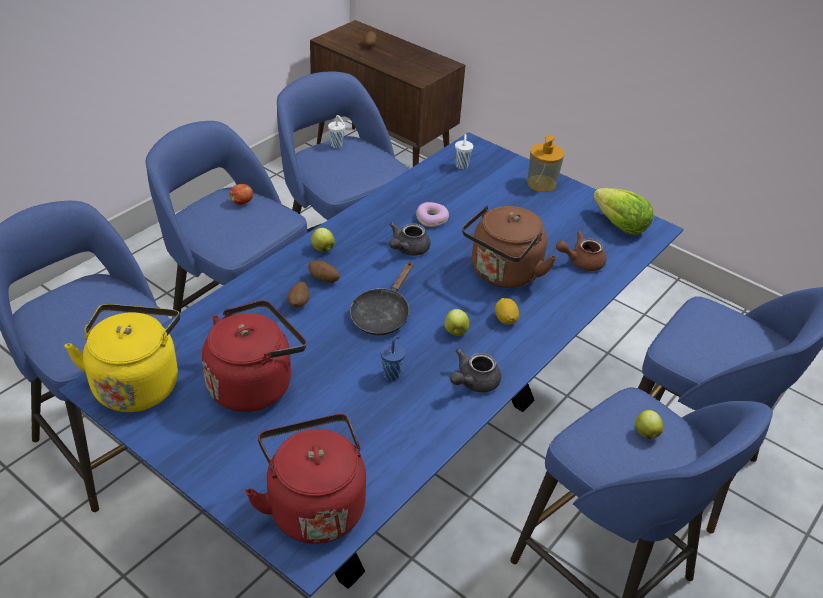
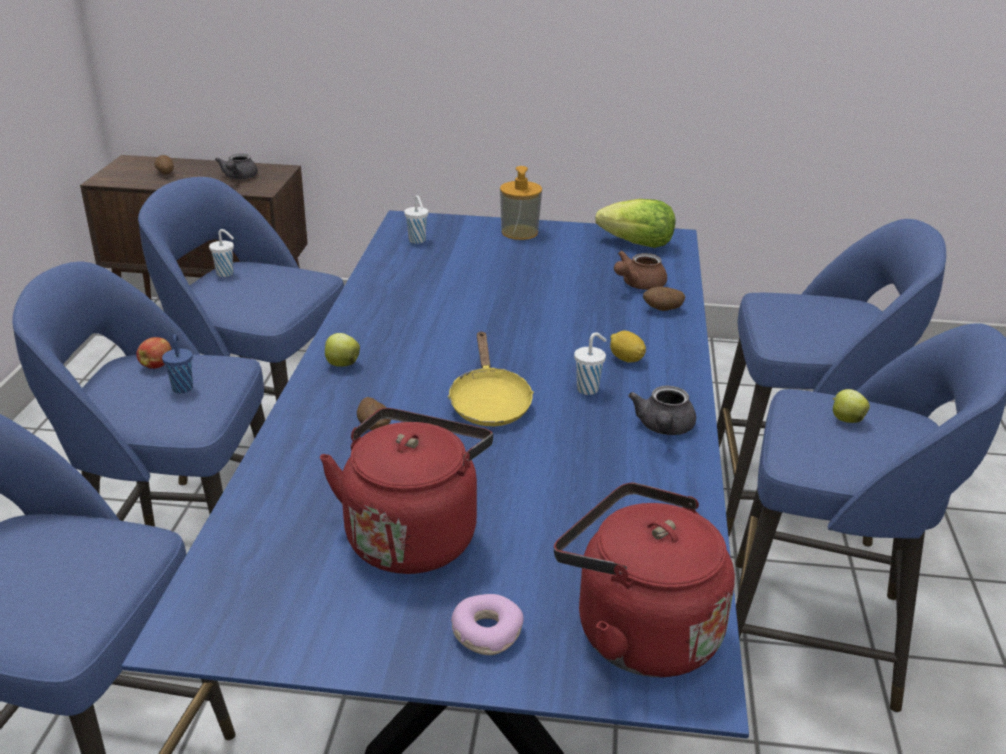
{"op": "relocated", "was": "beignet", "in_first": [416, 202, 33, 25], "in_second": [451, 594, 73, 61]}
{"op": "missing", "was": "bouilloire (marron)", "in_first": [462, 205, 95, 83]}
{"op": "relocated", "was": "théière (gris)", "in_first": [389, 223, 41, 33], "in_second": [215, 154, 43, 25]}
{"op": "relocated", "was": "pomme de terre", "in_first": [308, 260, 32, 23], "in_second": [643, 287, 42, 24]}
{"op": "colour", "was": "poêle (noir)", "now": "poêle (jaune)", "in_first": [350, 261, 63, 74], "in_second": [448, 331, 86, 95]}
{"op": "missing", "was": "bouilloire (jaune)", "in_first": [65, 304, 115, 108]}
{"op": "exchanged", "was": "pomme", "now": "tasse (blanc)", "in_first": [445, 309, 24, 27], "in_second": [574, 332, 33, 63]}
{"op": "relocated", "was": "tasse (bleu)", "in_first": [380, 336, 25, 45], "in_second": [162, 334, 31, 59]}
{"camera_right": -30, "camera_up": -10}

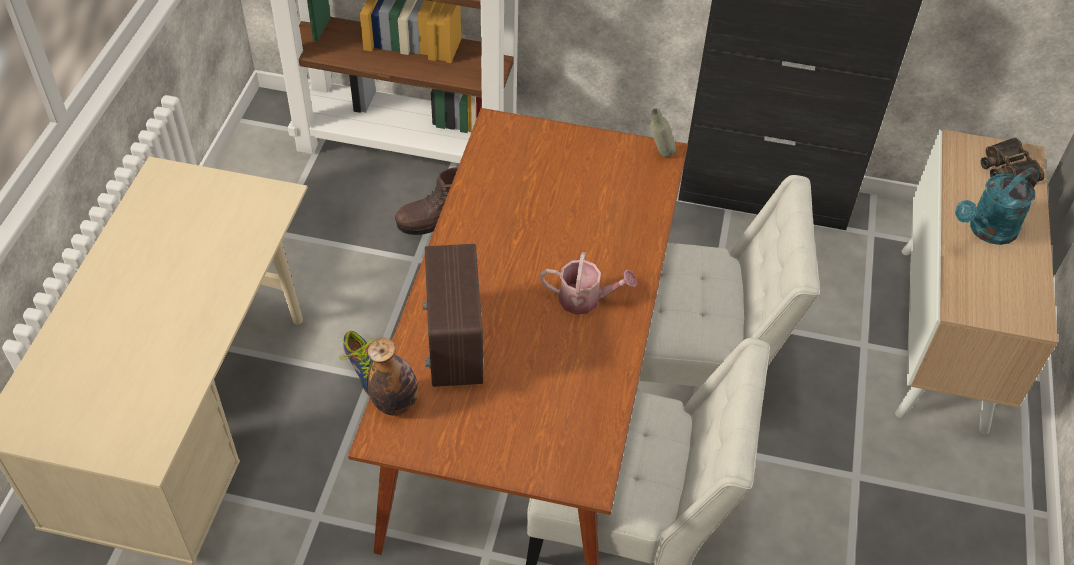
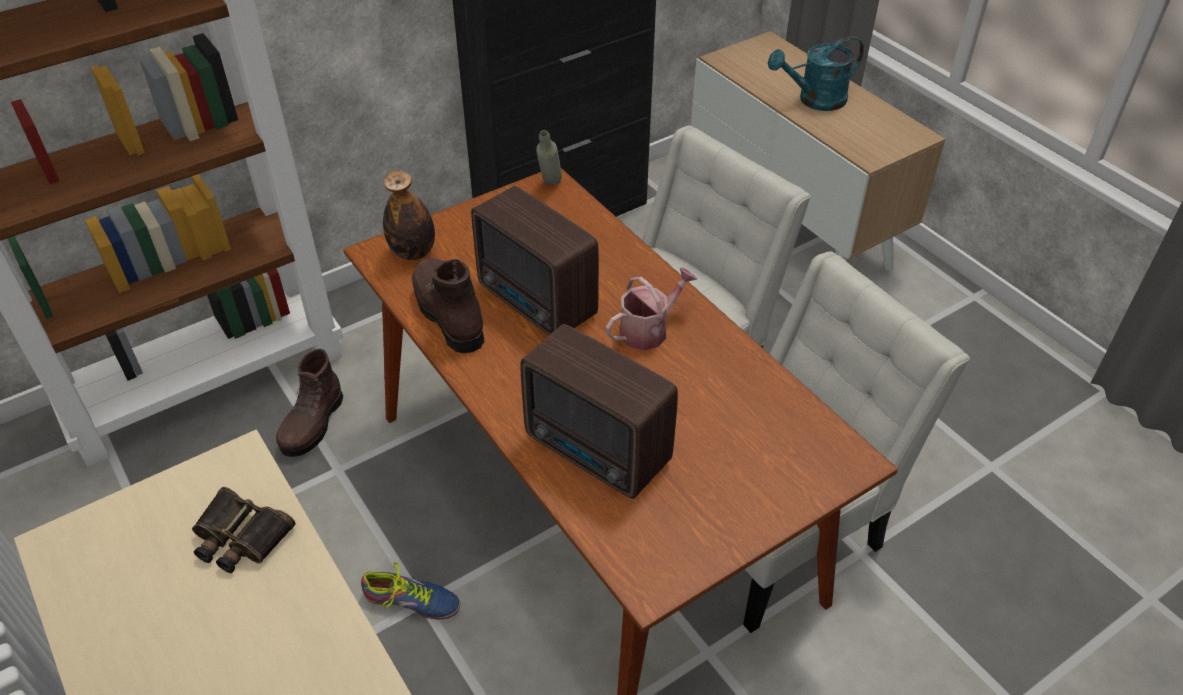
{"op": "relocated", "was": "jumelles", "in_first": [981, 138, 64, 44], "in_second": [192, 487, 104, 86]}
{"op": "spun", "was": "arrosoir (turquoise)", "in_first": [955, 167, 85, 78], "in_second": [768, 36, 96, 75], "clockwise": 60}
{"op": "relocated", "was": "bouteille", "in_first": [367, 338, 51, 78], "in_second": [383, 170, 52, 90]}
{"op": "appeared", "now": "radio", "in_second": [471, 186, 128, 149]}
{"op": "appeared", "now": "botte (marron)", "in_second": [412, 258, 73, 95]}
{"camera_right": -45, "camera_up": -5}

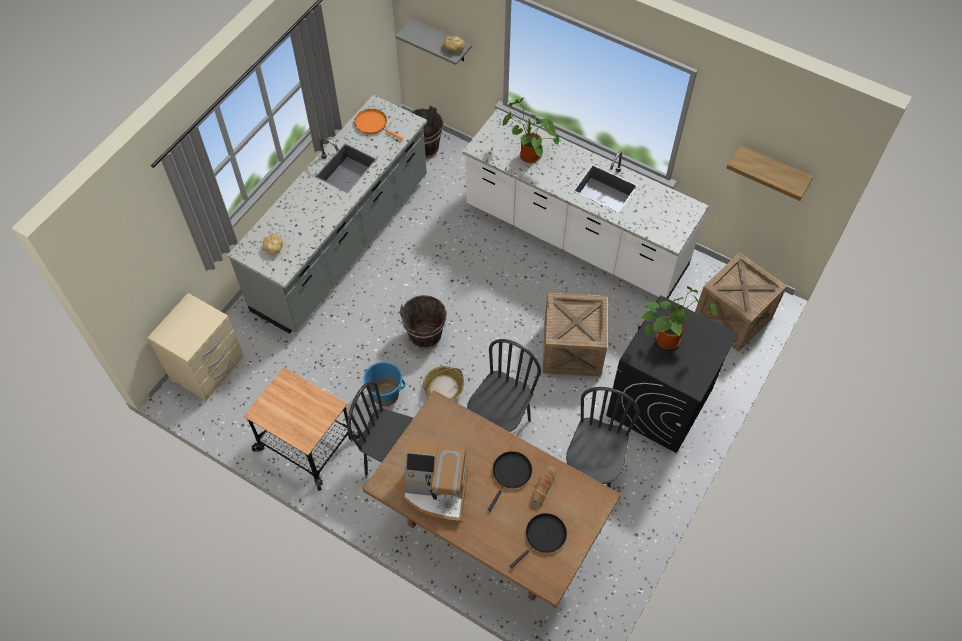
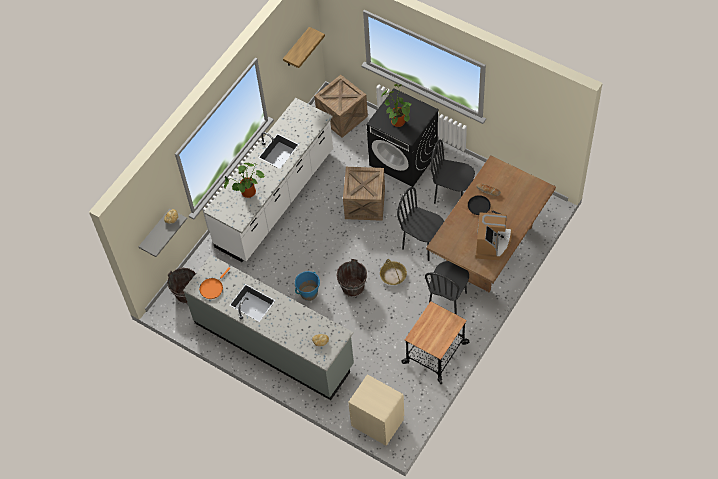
{"op": "relocated", "was": "seau (bleu)", "in_first": [363, 361, 43, 45], "in_second": [295, 271, 25, 30]}
{"op": "missing", "was": "poêle (noir)", "in_first": [509, 513, 58, 56]}
{"camera_right": -85, "camera_up": 0}

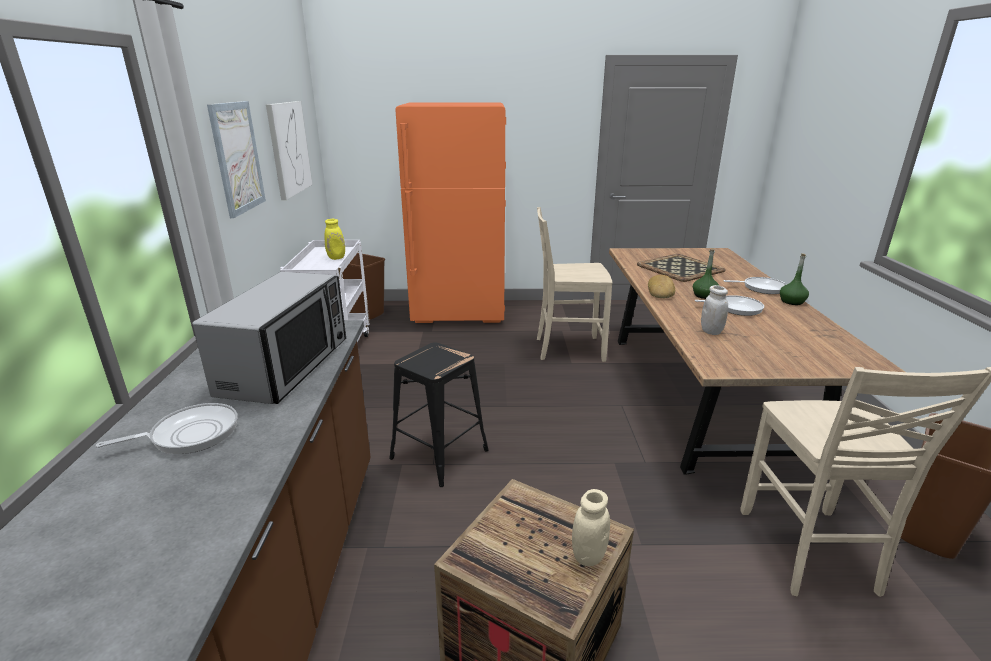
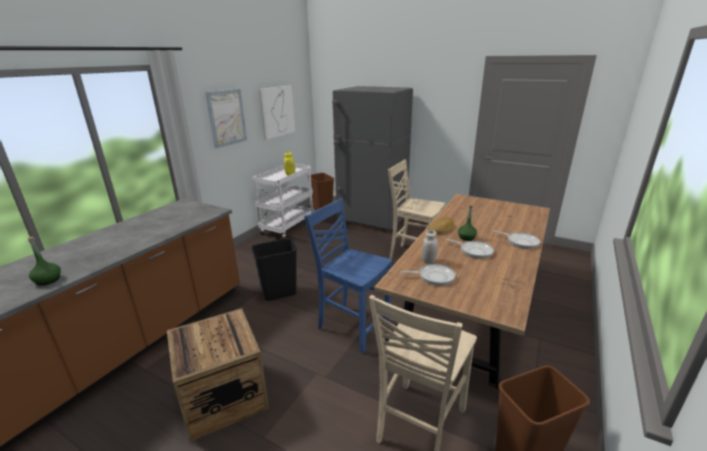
{"op": "colour", "was": "réfrigérateur (orange)", "now": "réfrigérateur (gris)", "in_first": [395, 102, 111, 221], "in_second": [332, 86, 81, 144]}
{"op": "relocated", "was": "bouteille (vert)", "in_first": [780, 253, 29, 52], "in_second": [28, 237, 33, 49]}
{"op": "missing", "was": "plateau", "in_first": [637, 254, 89, 28]}
{"op": "missing", "was": "micro-ondes", "in_first": [192, 272, 154, 132]}
{"op": "exchanged", "was": "tabouret (noir)", "now": "poubelle (noir)", "in_first": [389, 342, 100, 145], "in_second": [252, 238, 45, 63]}
{"op": "relocated", "was": "poêle", "in_first": [96, 403, 142, 51], "in_second": [400, 264, 56, 22]}
{"op": "missing", "was": "bocal (beige)", "in_first": [572, 489, 38, 77]}
{"op": "appeared", "now": "chaise (bleu)", "in_second": [304, 198, 88, 155]}
{"camera_right": 30, "camera_up": 0}

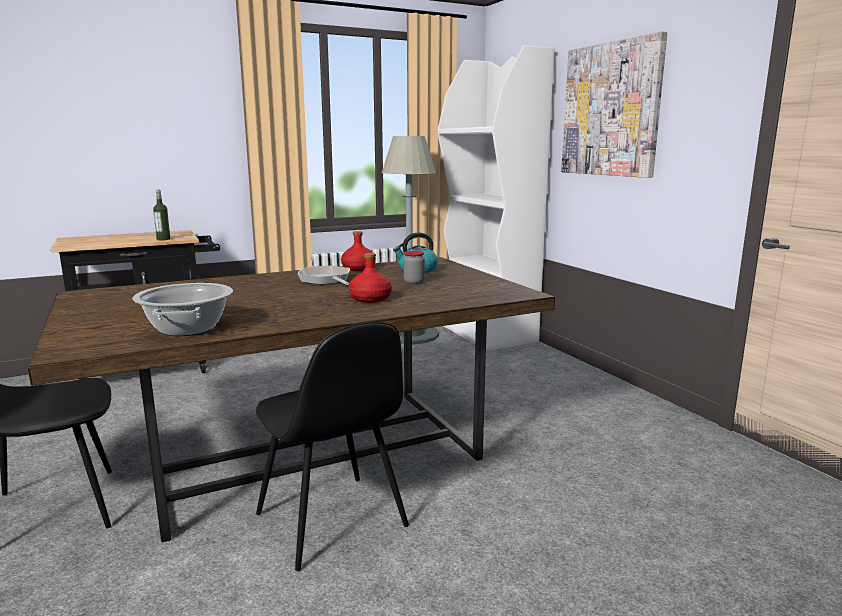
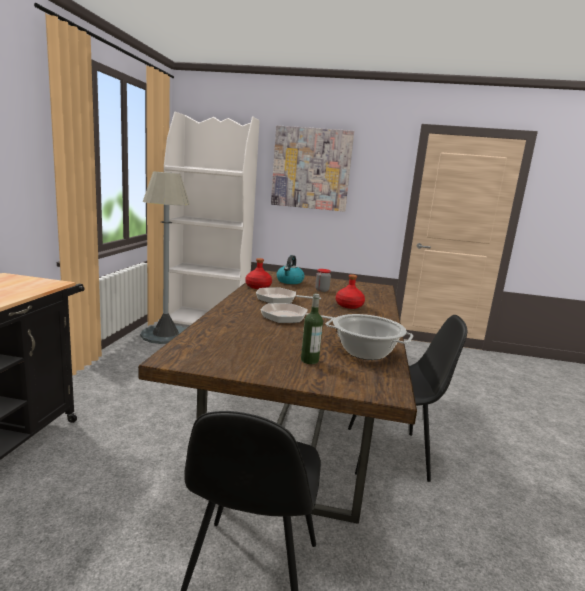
{"op": "relocated", "was": "bouteille", "in_first": [153, 190, 17, 50], "in_second": [301, 294, 22, 70]}
{"op": "appeared", "now": "poêle", "in_second": [261, 303, 74, 20]}
{"camera_right": -55, "camera_up": 0}

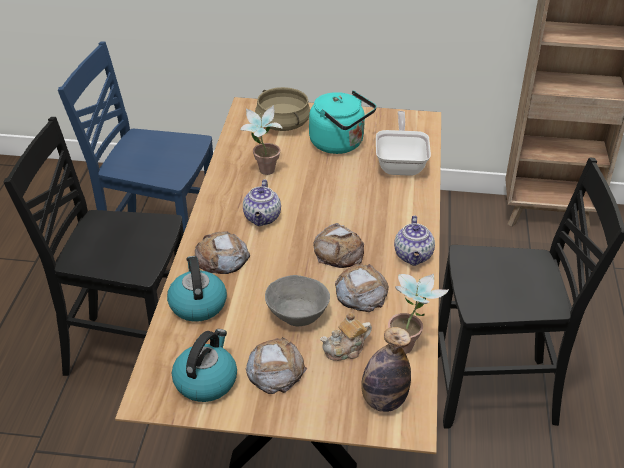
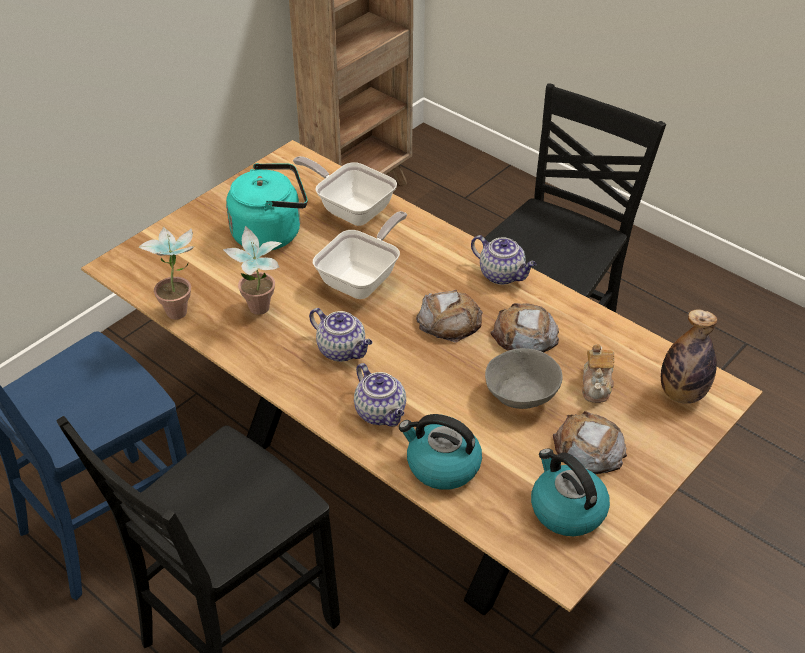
{"op": "missing", "was": "marmite (beige)", "in_first": [255, 87, 55, 44]}
{"op": "exchanged", "was": "pain", "now": "théière", "in_first": [195, 231, 55, 43], "in_second": [354, 363, 52, 64]}
{"op": "relocated", "was": "plante en pot", "in_first": [388, 274, 61, 80], "in_second": [138, 227, 57, 93]}
{"op": "appeared", "now": "poêle", "in_second": [313, 211, 94, 88]}
{"camera_right": -55, "camera_up": 5}

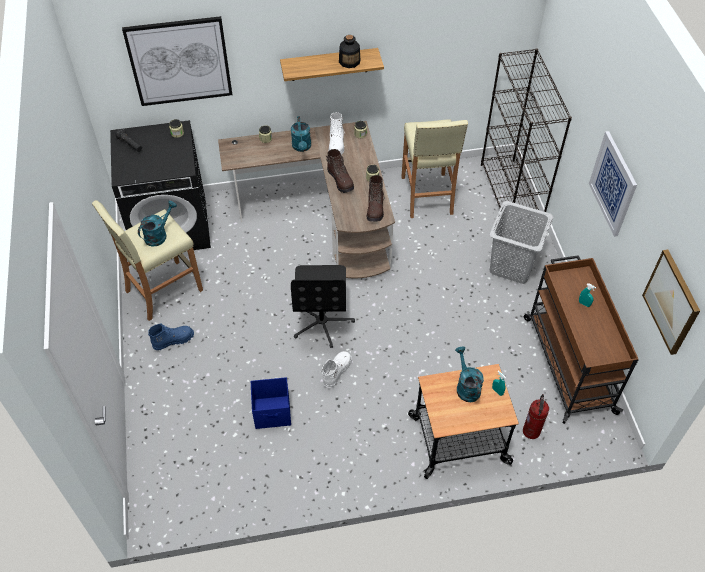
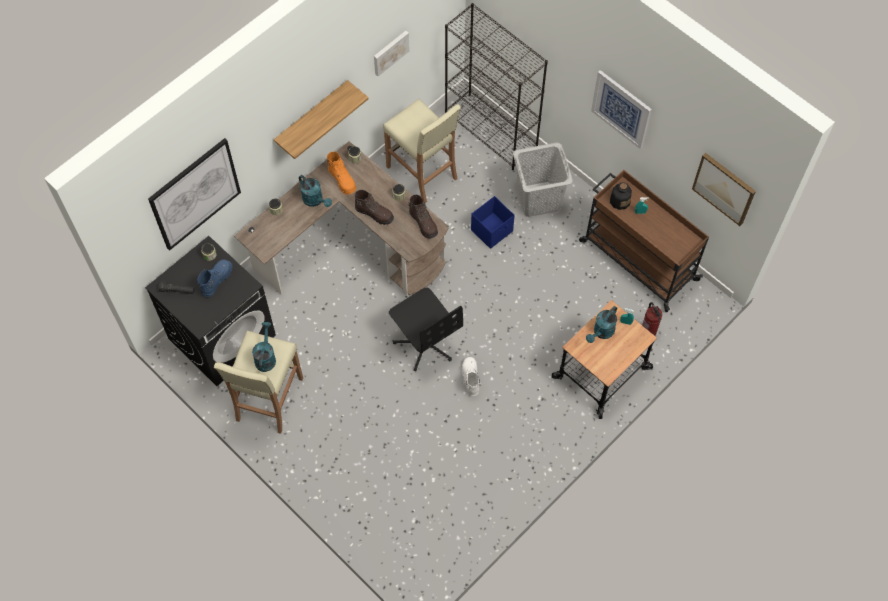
{"op": "relocated", "was": "bouteille", "in_first": [339, 35, 22, 33], "in_second": [610, 182, 22, 28]}
{"op": "colour", "was": "botte (blanc)", "now": "botte (orange)", "in_first": [328, 112, 17, 43], "in_second": [326, 151, 30, 44]}
{"op": "relocated", "was": "botte (bleu)", "in_first": [148, 324, 46, 26], "in_second": [196, 260, 37, 37]}
{"op": "spun", "was": "arrosoir (turquoise)", "in_first": [455, 346, 29, 56], "in_second": [586, 306, 31, 37], "clockwise": -90}
{"op": "relocated", "was": "boîte de rangement (bleu)", "in_first": [251, 377, 40, 52], "in_second": [471, 196, 44, 53]}
{"op": "appeared", "now": "tableau", "in_second": [374, 31, 36, 45]}
{"camera_right": -35, "camera_up": 10}

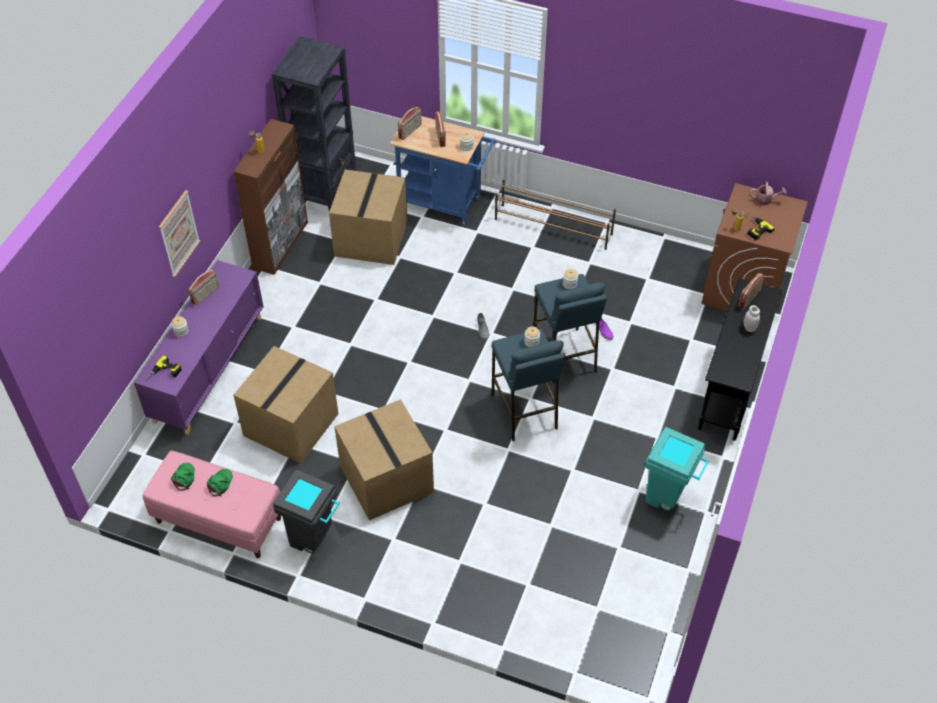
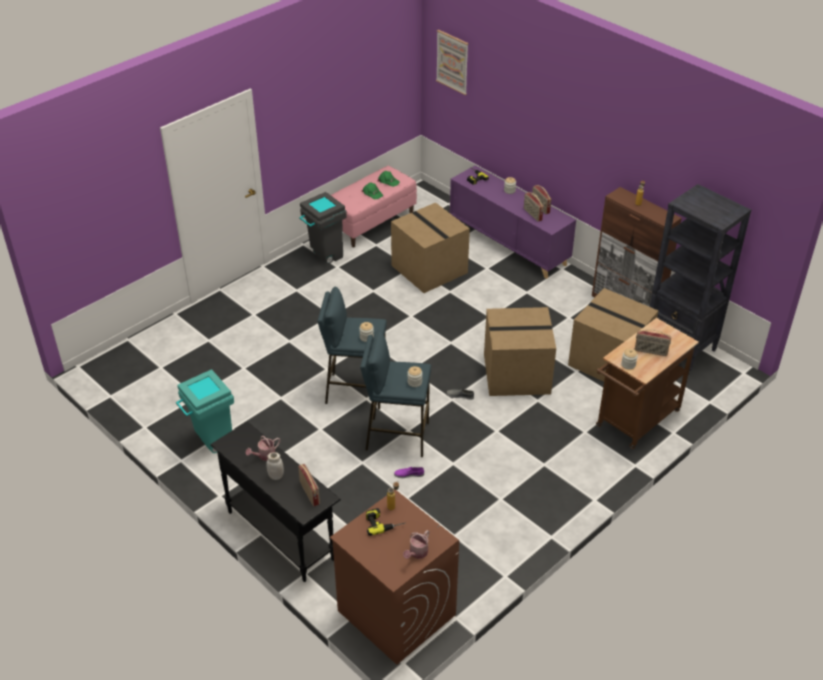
{"op": "relocated", "was": "radio", "in_first": [398, 107, 24, 33], "in_second": [524, 192, 20, 30]}
{"op": "colour", "was": "chariot (bleu)", "now": "chariot (marron)", "in_first": [390, 116, 106, 110], "in_second": [596, 318, 103, 131]}
{"op": "missing", "was": "étagère à chaussures (marron)", "in_first": [495, 180, 121, 70]}
{"op": "relocated", "was": "tableau", "in_first": [159, 190, 41, 87], "in_second": [436, 29, 33, 66]}
{"op": "relocated", "was": "carton", "in_first": [334, 399, 100, 121], "in_second": [484, 307, 72, 89]}
{"op": "appeared", "now": "arrosoir", "in_second": [246, 436, 34, 25]}
{"camera_right": 115, "camera_up": -10}

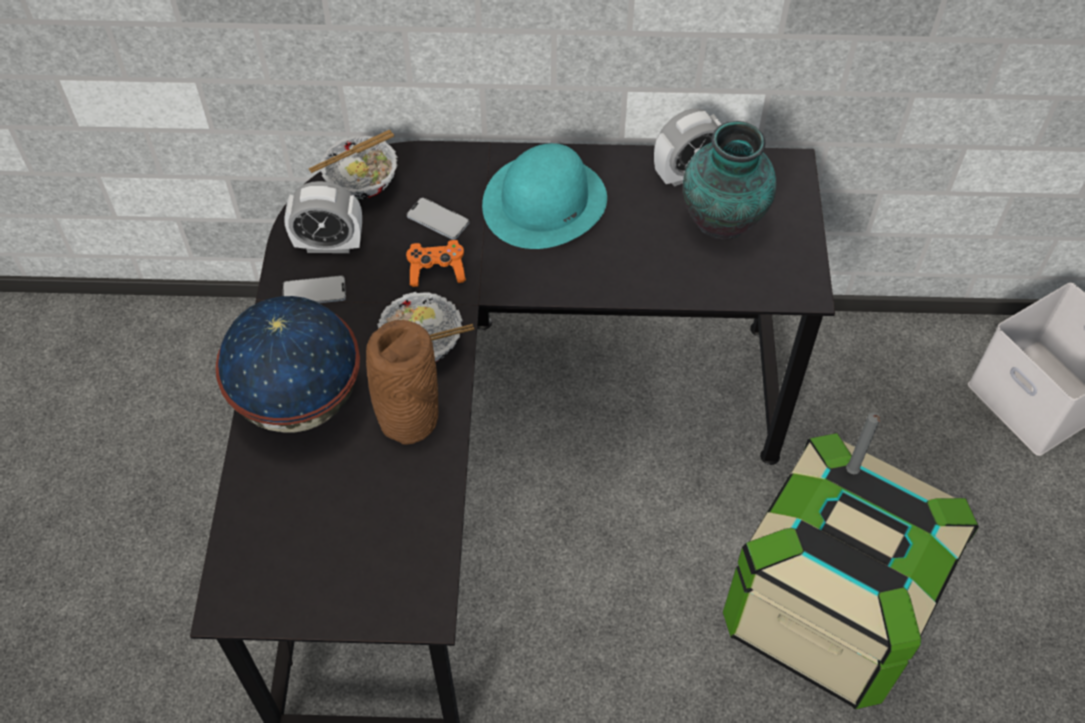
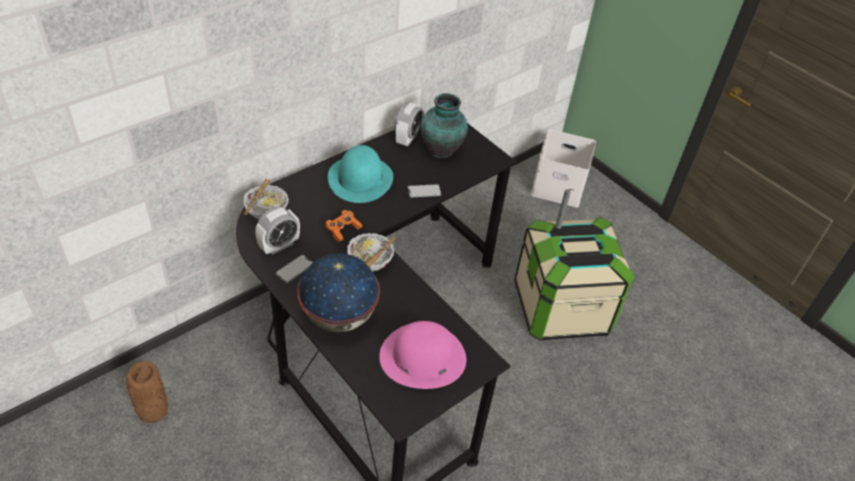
{"op": "relocated", "was": "téléphone", "in_first": [407, 197, 63, 43], "in_second": [408, 184, 33, 13]}
{"op": "relocated", "was": "vase (marron)", "in_first": [366, 320, 72, 125], "in_second": [126, 361, 42, 62]}
{"op": "appeared", "now": "chapeau (rose)", "in_second": [379, 321, 87, 68]}
{"camera_right": -45, "camera_up": -10}

